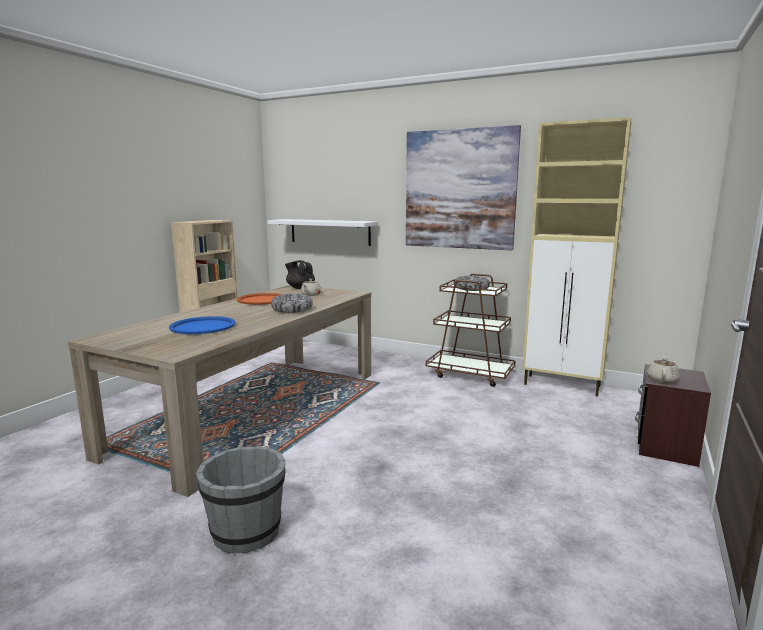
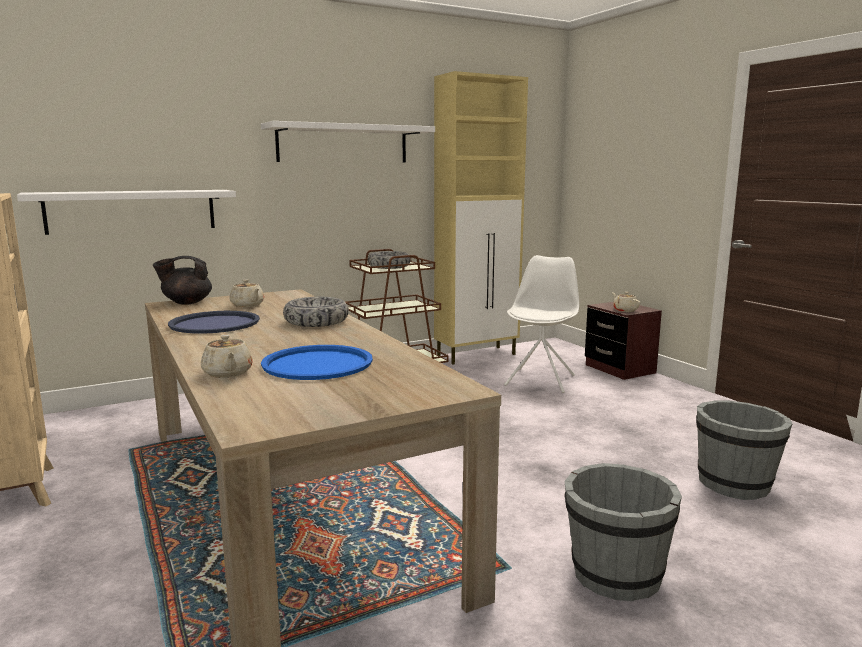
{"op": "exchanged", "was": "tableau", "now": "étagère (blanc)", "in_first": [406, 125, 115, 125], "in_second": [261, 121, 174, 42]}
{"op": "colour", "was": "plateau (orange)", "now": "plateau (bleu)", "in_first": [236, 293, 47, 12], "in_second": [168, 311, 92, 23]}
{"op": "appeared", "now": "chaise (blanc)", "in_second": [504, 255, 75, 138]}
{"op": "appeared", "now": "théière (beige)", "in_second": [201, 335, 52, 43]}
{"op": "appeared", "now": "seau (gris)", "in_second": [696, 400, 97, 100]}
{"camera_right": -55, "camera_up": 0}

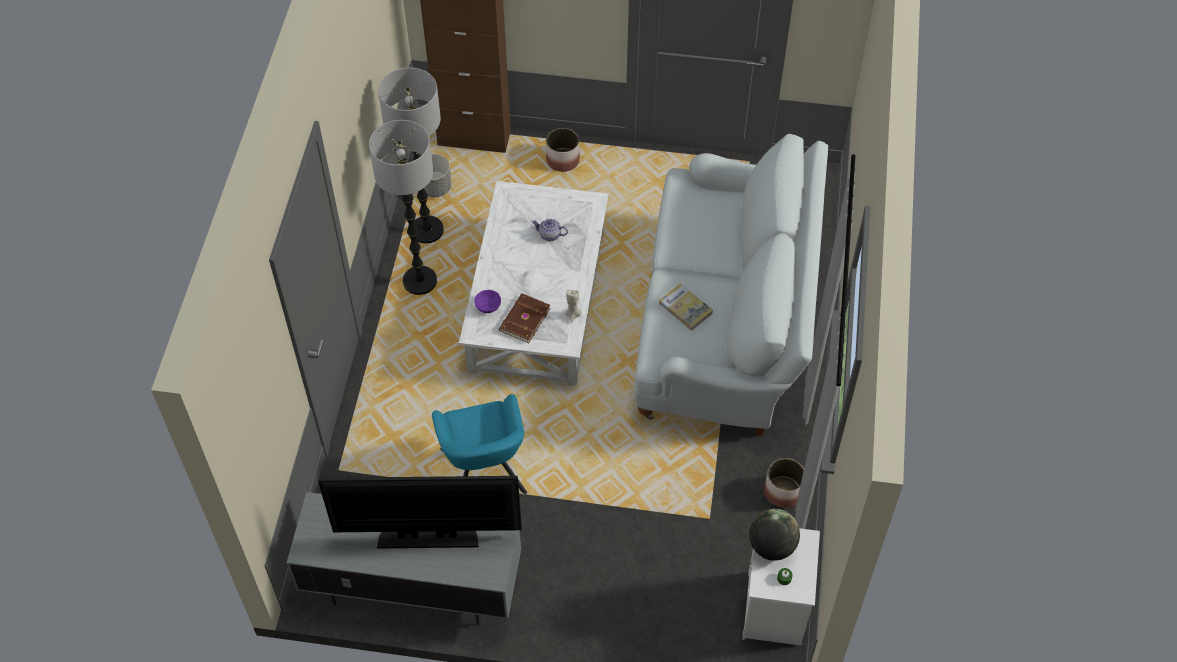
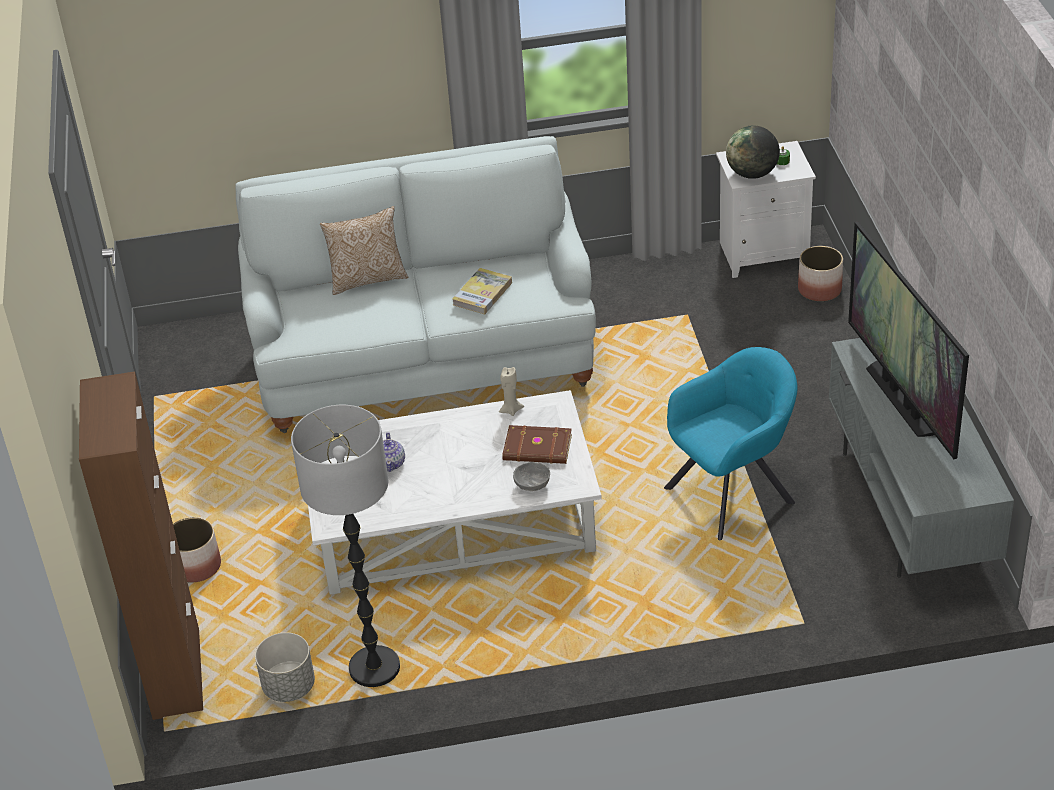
{"op": "missing", "was": "lampadaire", "in_first": [369, 120, 68, 175]}
{"op": "colour", "was": "bol (violet)", "now": "bol (gris)", "in_first": [474, 290, 27, 23], "in_second": [513, 462, 37, 29]}
{"op": "relocated", "was": "cache-pot", "in_first": [764, 458, 40, 50], "in_second": [798, 246, 45, 55]}
{"op": "appeared", "now": "coussin", "in_second": [320, 206, 89, 89]}
{"camera_right": -105, "camera_up": -15}

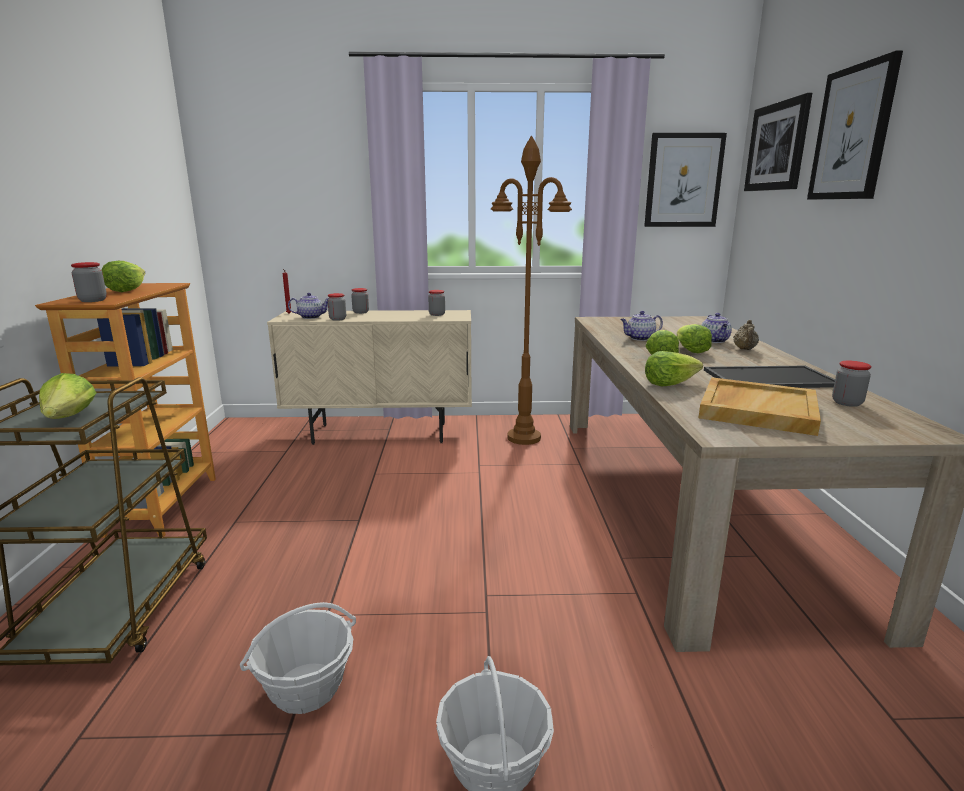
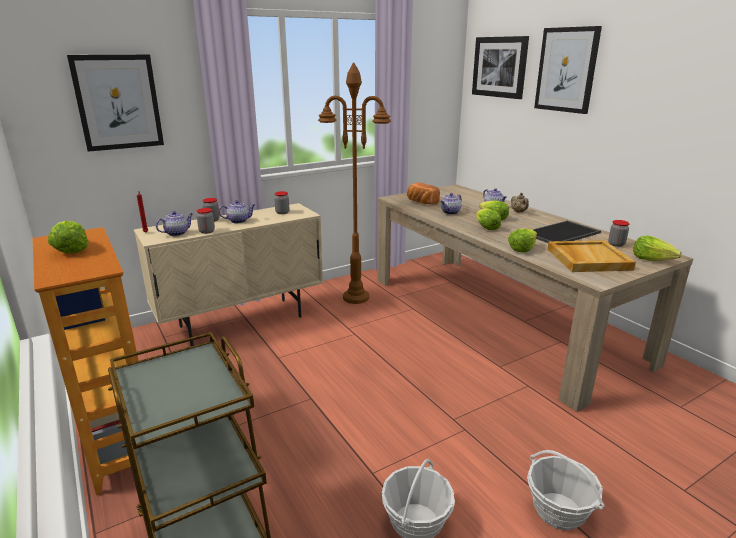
{"op": "relocated", "was": "tableau", "in_first": [644, 133, 83, 94], "in_second": [67, 55, 97, 97]}
{"op": "missing", "was": "bocal", "in_first": [71, 262, 36, 40]}
{"op": "relocated", "was": "laitue", "in_first": [39, 373, 57, 46], "in_second": [633, 236, 49, 25]}
{"op": "appeared", "now": "pain", "in_second": [407, 182, 33, 22]}
{"op": "appeared", "now": "théière", "in_second": [219, 200, 37, 23]}
{"camera_right": -30, "camera_up": 5}

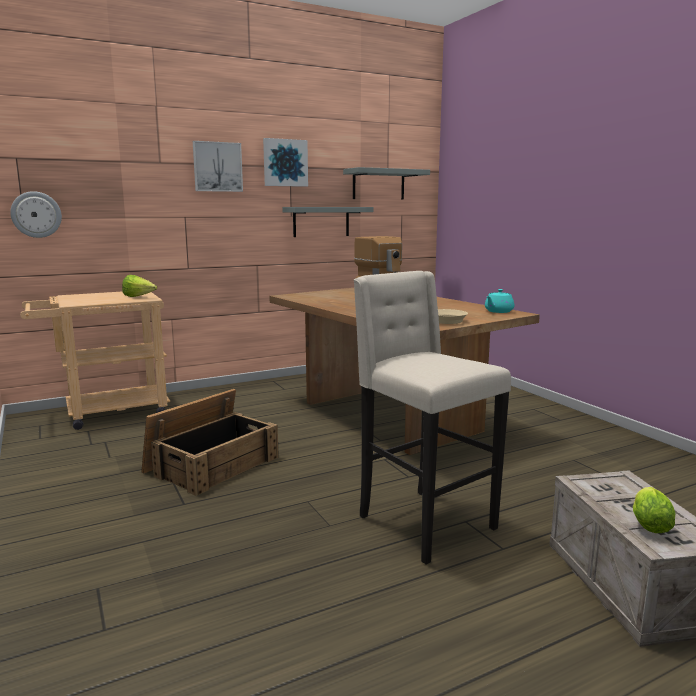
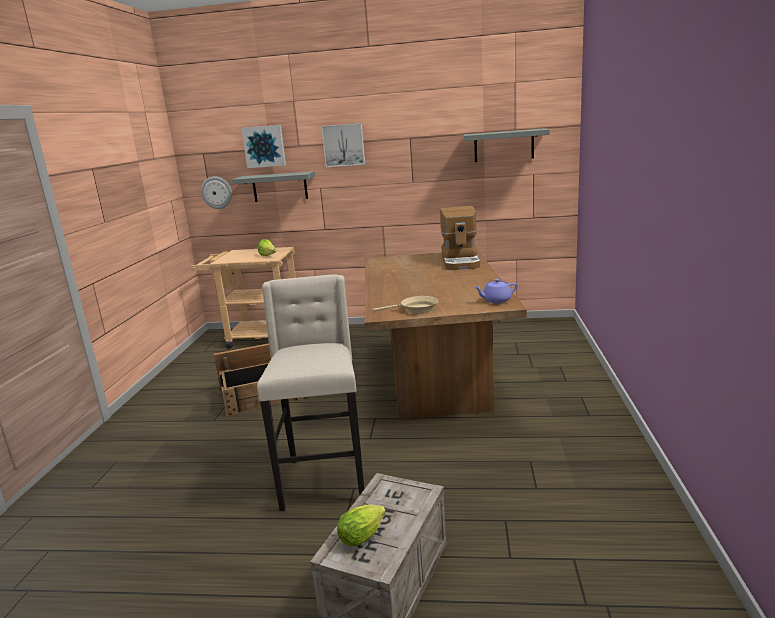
{"op": "relocated", "was": "tableau", "in_first": [263, 138, 45, 49], "in_second": [241, 125, 45, 43]}
{"op": "relocated", "was": "étagère (gris)", "in_first": [282, 207, 91, 30], "in_second": [232, 171, 83, 31]}
{"op": "colour", "was": "théière (turquoise)", "now": "théière (violet)", "in_first": [485, 289, 29, 24], "in_second": [475, 279, 42, 24]}
{"camera_right": 35, "camera_up": 5}

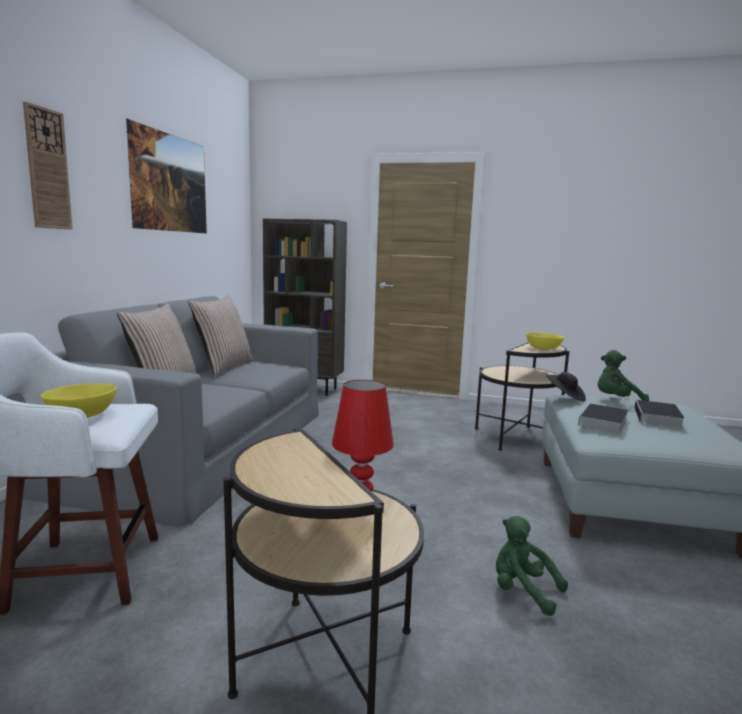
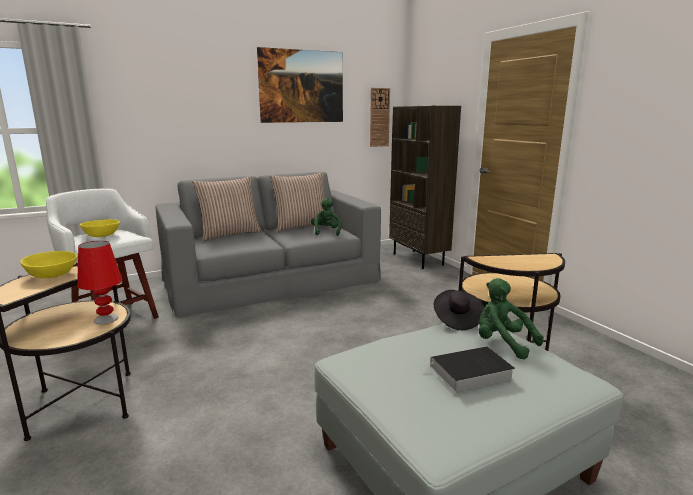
{"op": "relocated", "was": "horloge murale", "in_first": [23, 102, 50, 128], "in_second": [370, 88, 20, 59]}
{"op": "relocated", "was": "bol (jaune)", "in_first": [526, 333, 39, 17], "in_second": [20, 251, 57, 27]}
{"op": "missing", "was": "livre", "in_first": [578, 403, 51, 30]}
{"op": "relocated", "was": "peluche (vert)", "in_first": [496, 516, 72, 100], "in_second": [311, 198, 31, 38]}
{"camera_right": 50, "camera_up": 5}

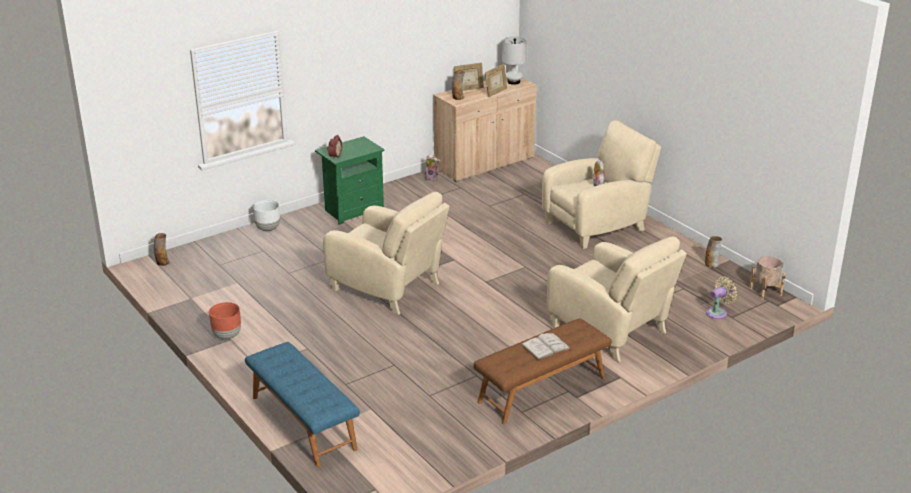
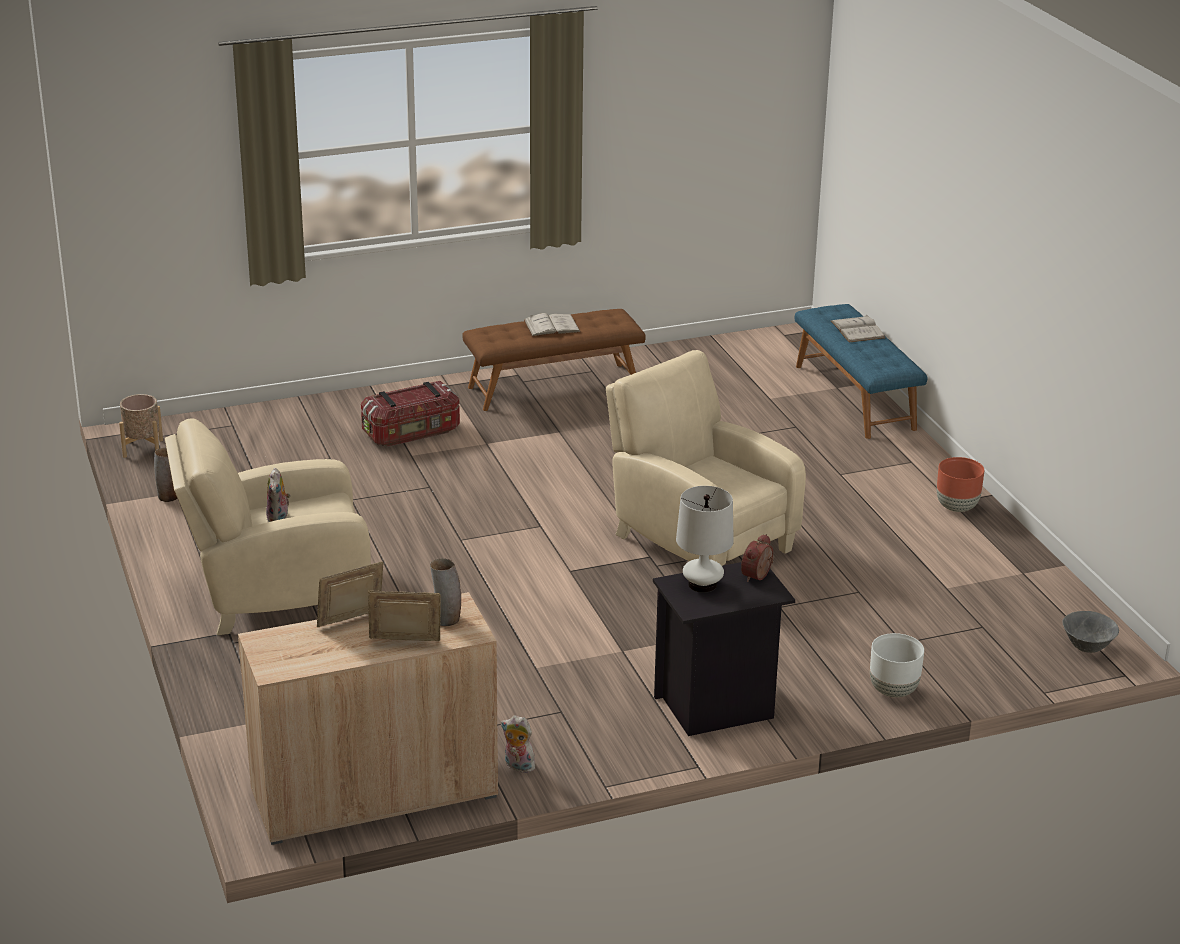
{"op": "relocated", "was": "lampe de table (blanc)", "in_first": [502, 36, 25, 49], "in_second": [676, 486, 58, 107]}
{"op": "colour", "was": "table de chevet (vert)", "now": "table de chevet (noir)", "in_first": [315, 136, 70, 89], "in_second": [653, 562, 142, 174]}
{"op": "exchanged", "was": "vase", "now": "bol (gris)", "in_first": [154, 233, 16, 33], "in_second": [1062, 611, 57, 42]}
{"op": "exchanged", "was": "fauteuil (beige)", "now": "boîte de rangement", "in_first": [547, 236, 140, 127], "in_second": [361, 381, 99, 66]}
{"op": "missing", "was": "ventilateur (beige)", "in_first": [706, 277, 31, 42]}
{"op": "appeared", "now": "livre (blanc)", "in_second": [831, 315, 54, 27]}
{"camera_right": -165, "camera_up": 0}

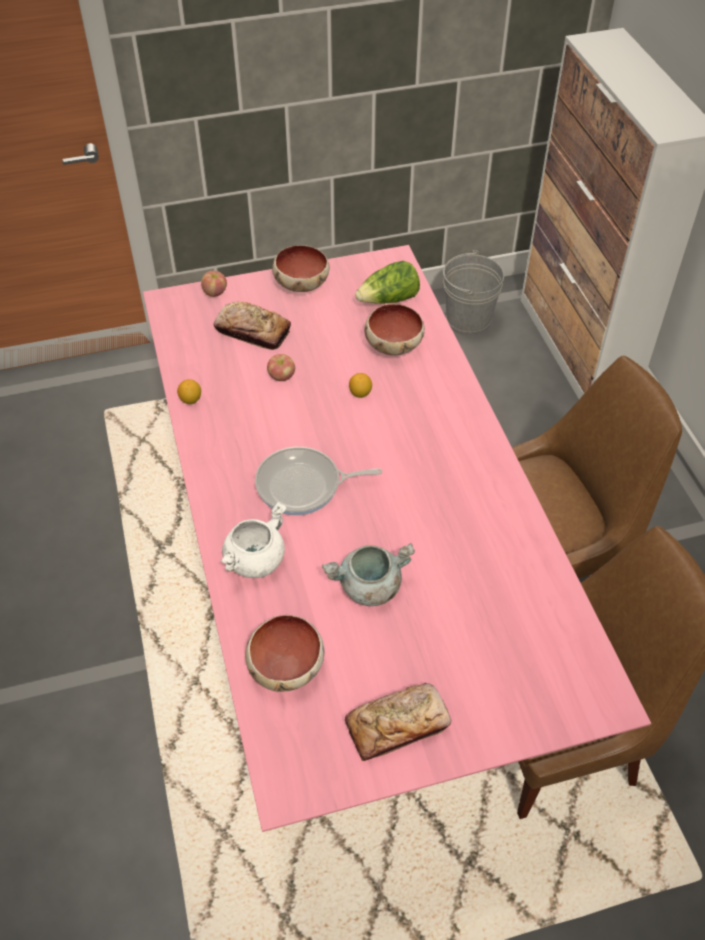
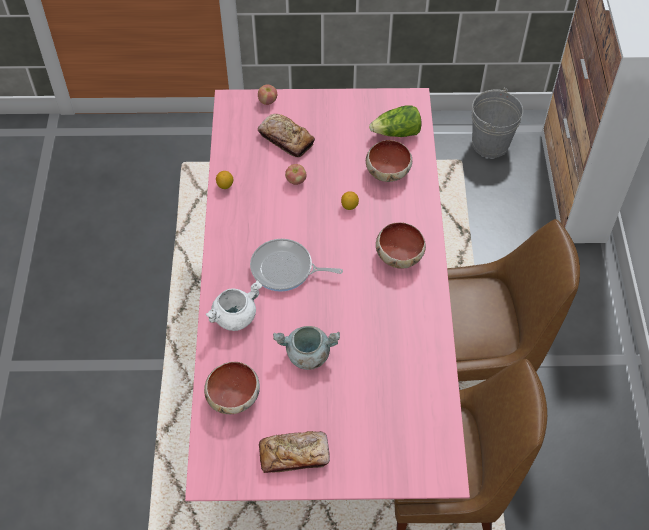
{"op": "relocated", "was": "bol", "in_first": [272, 245, 57, 47], "in_second": [376, 222, 50, 47]}
{"camera_right": 15, "camera_up": 5}

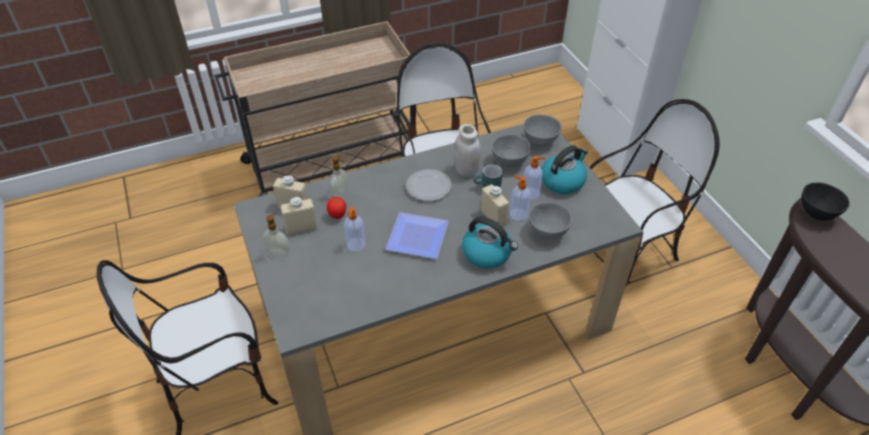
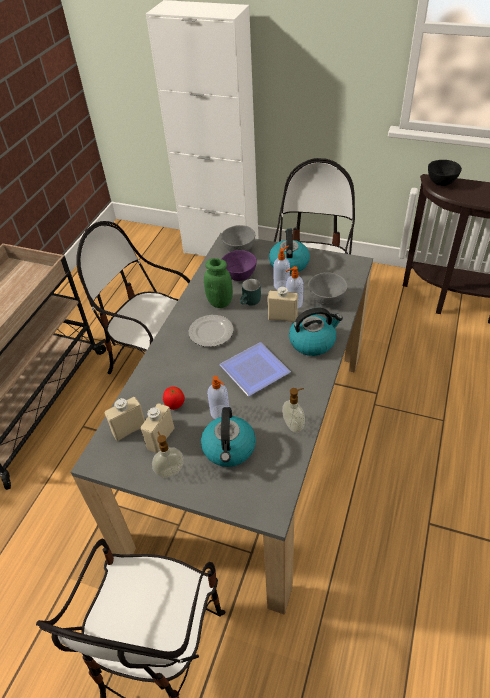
{"op": "colour", "was": "bocal (blanc)", "now": "bocal (vert)", "in_first": [454, 124, 27, 53], "in_second": [204, 258, 29, 50]}
{"op": "colour", "was": "bol (gris)", "now": "bol (violet)", "in_first": [492, 134, 39, 33], "in_second": [222, 250, 35, 31]}
{"op": "relocated", "was": "distributeur de savon", "in_first": [329, 156, 19, 42], "in_second": [282, 388, 23, 45]}
{"op": "appeared", "now": "bouilloire", "in_second": [201, 407, 55, 60]}
{"camera_right": -45, "camera_up": 0}

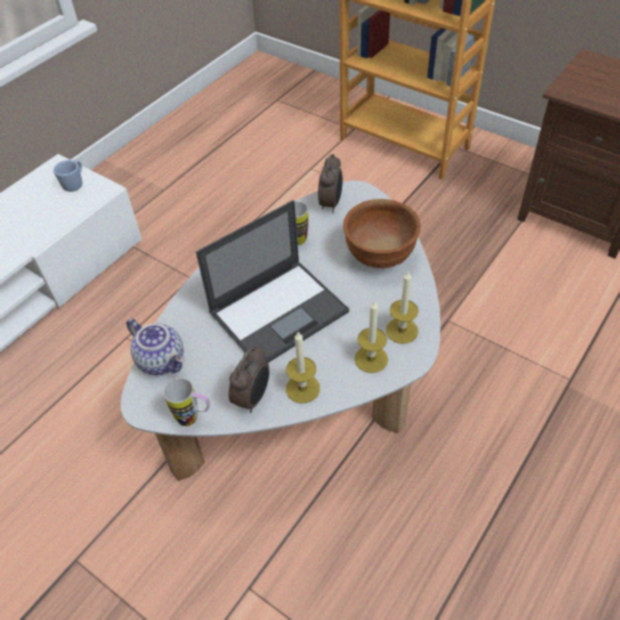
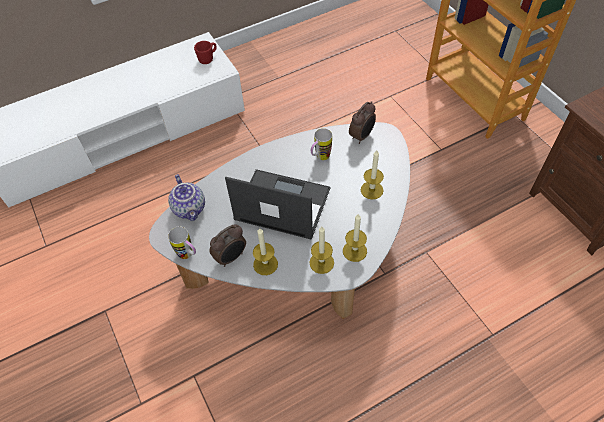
{"op": "colour", "was": "mug (bleu)", "now": "mug (rouge)", "in_first": [53, 160, 29, 32], "in_second": [194, 41, 23, 23]}
{"op": "exchanged", "was": "bol (marron)", "now": "bougie", "in_first": [343, 199, 78, 69], "in_second": [361, 150, 23, 50]}
{"op": "spun", "was": "ordinateur portable", "in_first": [196, 200, 153, 163], "in_second": [225, 169, 106, 70], "clockwise": -150}
{"camera_right": 25, "camera_up": 5}

